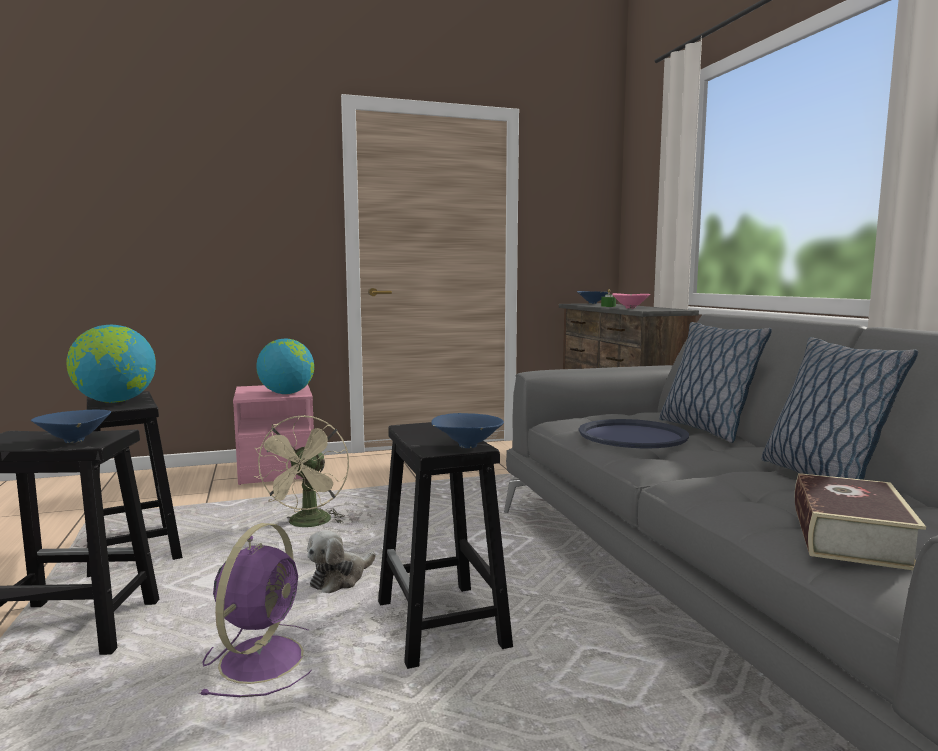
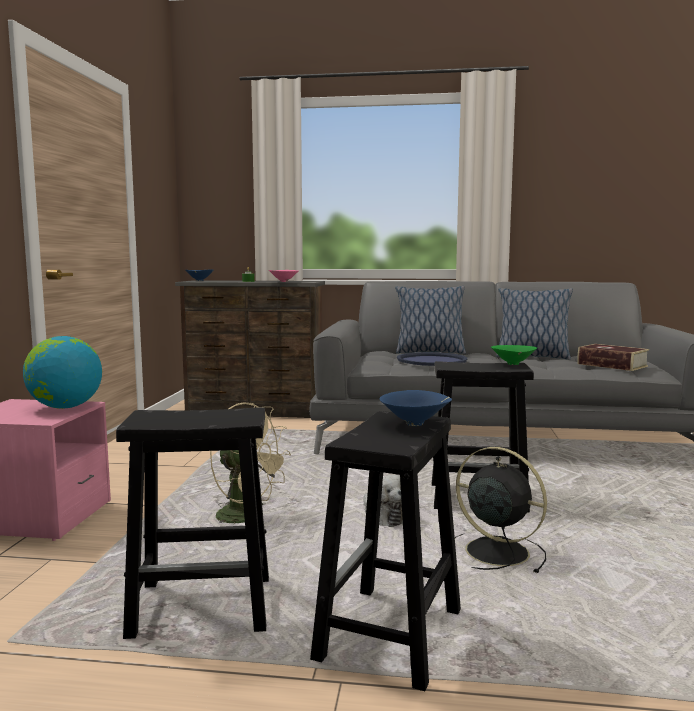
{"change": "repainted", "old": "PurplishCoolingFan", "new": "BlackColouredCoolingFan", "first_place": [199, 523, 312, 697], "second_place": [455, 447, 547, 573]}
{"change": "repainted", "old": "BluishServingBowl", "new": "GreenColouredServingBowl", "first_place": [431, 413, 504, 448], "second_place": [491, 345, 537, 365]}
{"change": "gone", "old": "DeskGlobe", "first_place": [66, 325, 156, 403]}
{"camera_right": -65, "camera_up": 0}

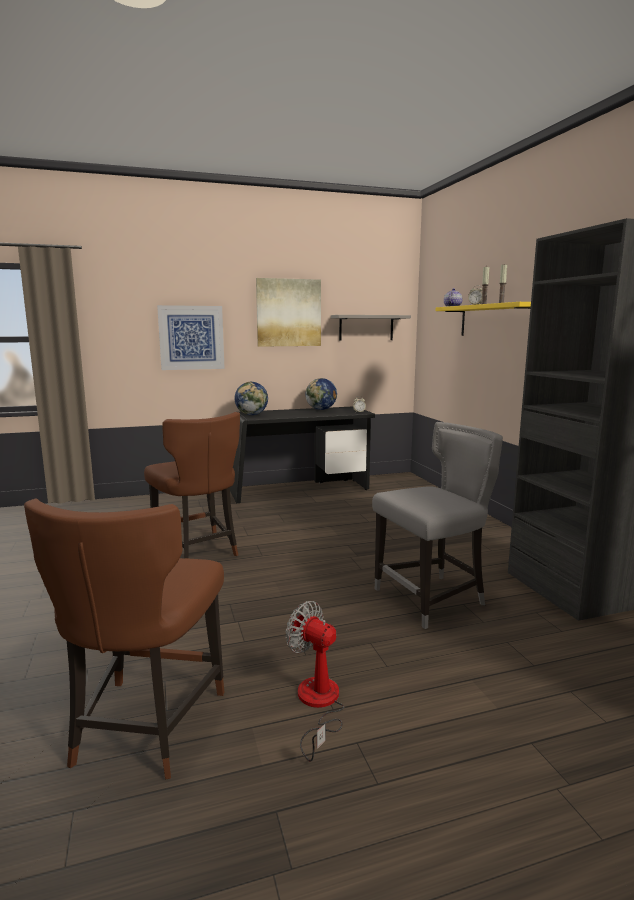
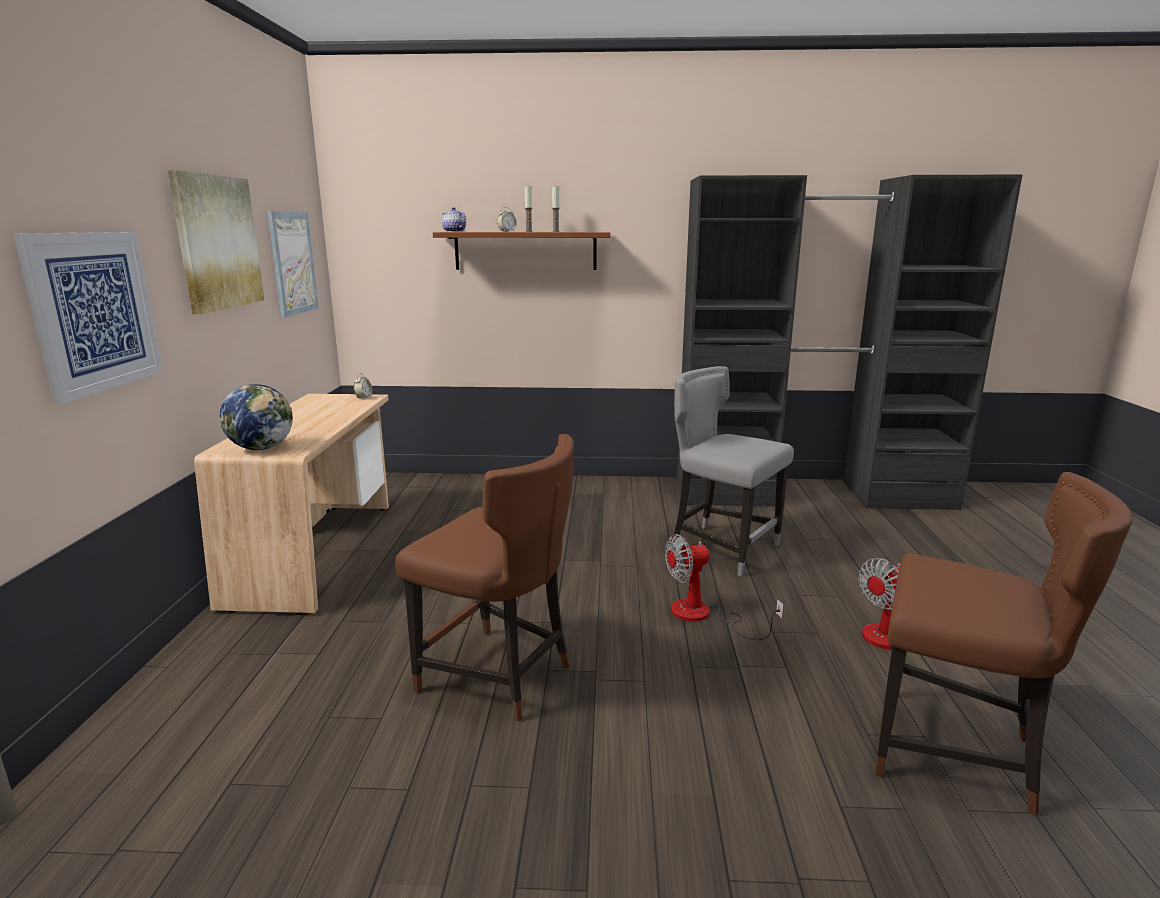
{"change": "repainted", "old": "BlackColouredDeskTable", "new": "BeigeDeskTable", "first_place": [230, 406, 375, 503], "second_place": [194, 394, 389, 615]}
{"change": "swapped", "old": "GreyishWallShelf", "new": "WallPicture", "first_place": [331, 315, 411, 341], "second_place": [267, 211, 319, 318]}
{"change": "rotated", "old": "BrownPlainChair", "first_place": [144, 412, 240, 559], "second_place": [395, 434, 574, 721], "degrees": 45}
{"change": "repainted", "old": "YellowWallShelf", "new": "BrownWallShelf", "first_place": [436, 302, 531, 336], "second_place": [433, 232, 610, 270]}
{"change": "new", "new": "CoolingFan", "second_place": [665, 534, 784, 640]}
{"change": "rotated", "old": "GreyishPlainChair", "first_place": [372, 422, 503, 629], "second_place": [672, 366, 794, 576], "degrees": -45}
{"change": "gone", "old": "DeskGlobe", "first_place": [305, 378, 337, 410]}
{"camera_right": -70, "camera_up": 5}

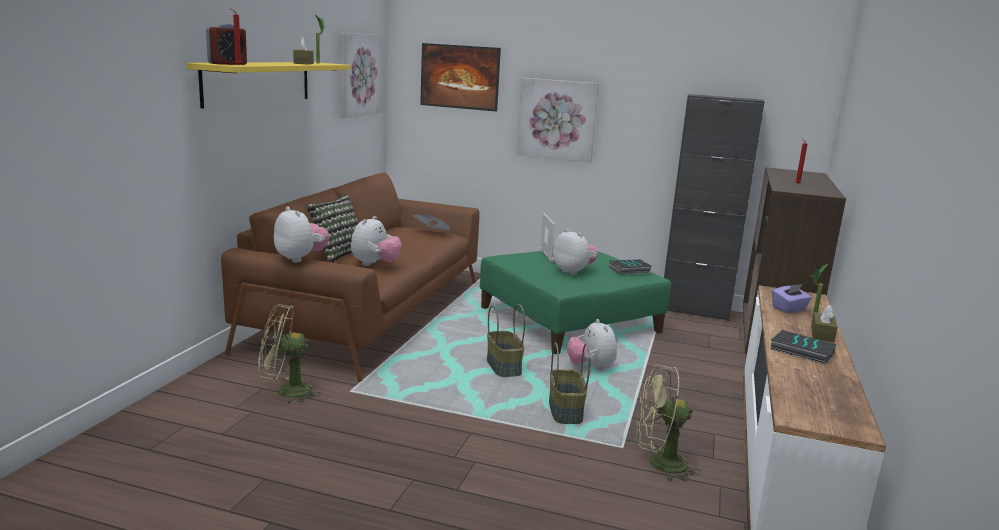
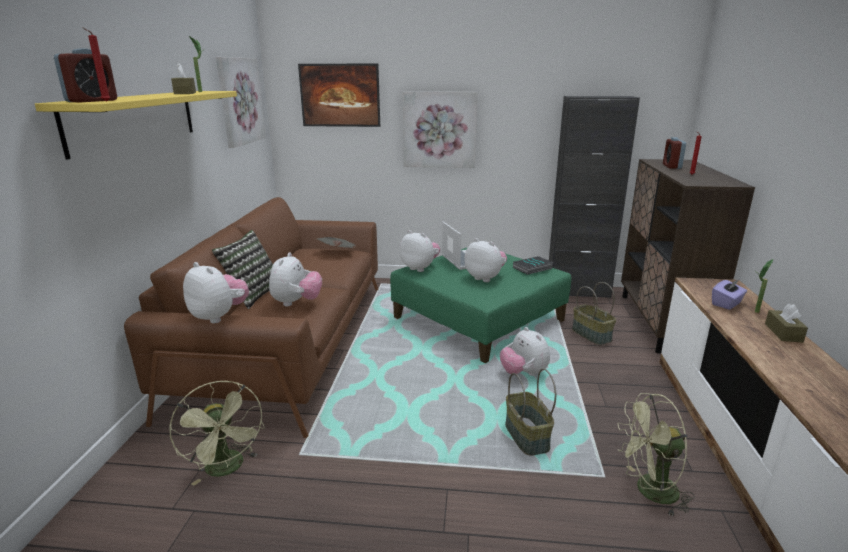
{"change": "rotated", "old": "GreenColouredCoolingFan", "first_place": [259, 304, 321, 404], "second_place": [169, 381, 265, 486], "degrees": -105}
{"change": "new", "new": "SoftToy", "second_place": [399, 230, 440, 272]}
{"change": "shifted", "old": "StorageBasket", "first_place": [487, 304, 525, 377], "second_place": [572, 282, 616, 345]}
{"change": "new", "new": "BedsideClock", "second_place": [663, 137, 686, 169]}
{"change": "gone", "old": "Volume", "first_place": [770, 330, 836, 365]}
{"camera_right": -10, "camera_up": 5}

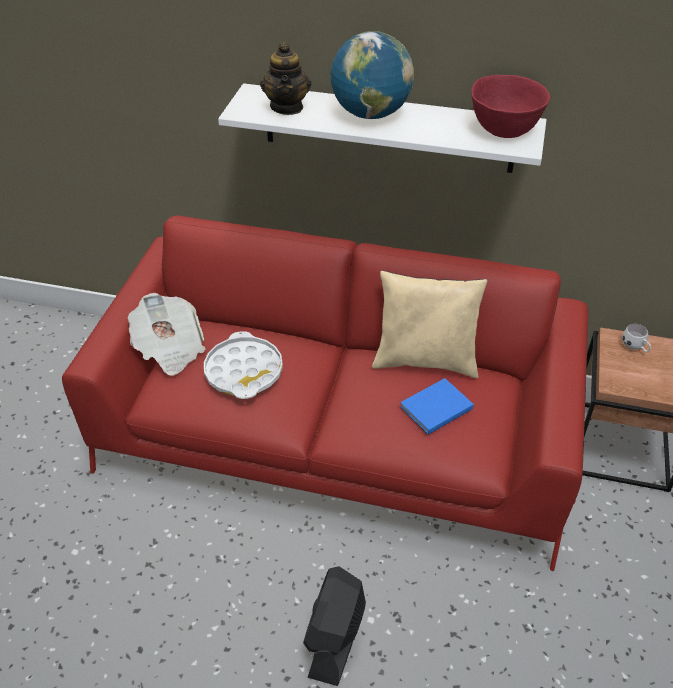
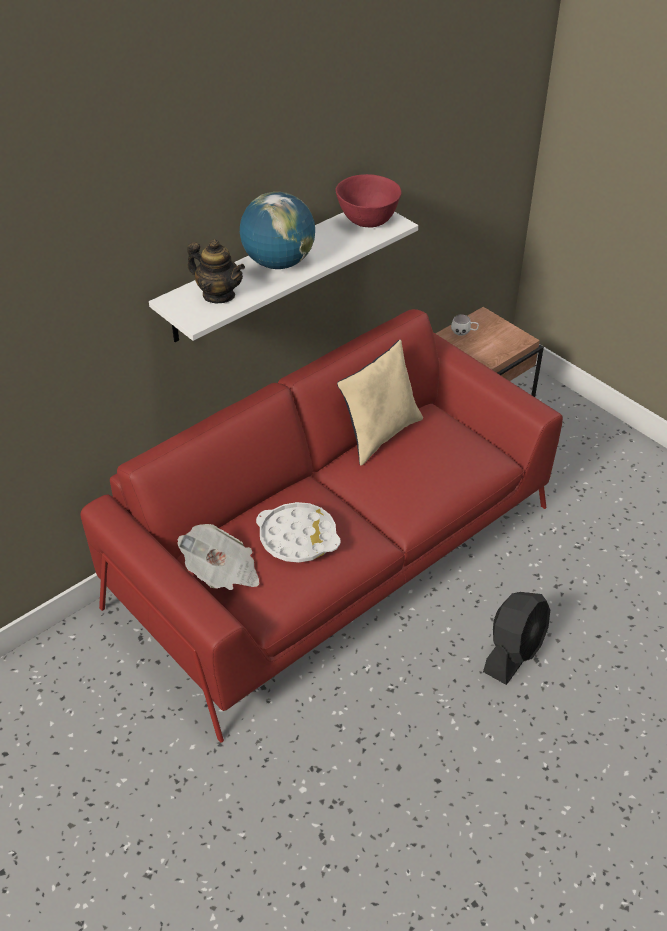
{"change": "rotated", "old": "BlackColouredCoolingFan", "first_place": [303, 566, 366, 686], "second_place": [483, 592, 550, 685], "degrees": -105}
{"change": "gone", "old": "BluishVolume", "first_place": [400, 378, 474, 435]}
{"camera_right": -55, "camera_up": 0}

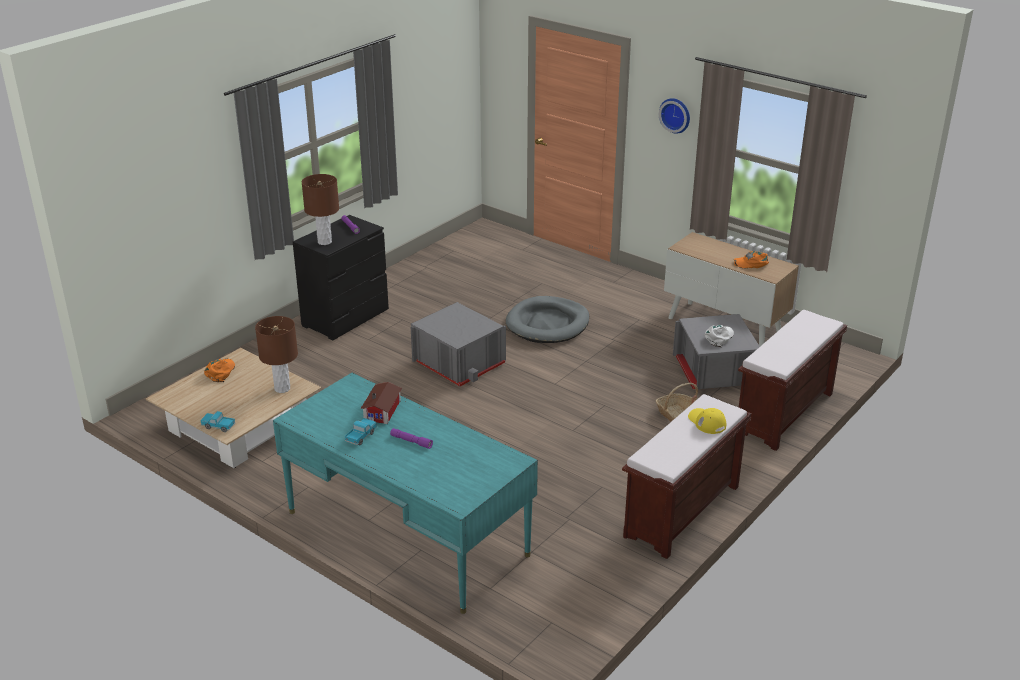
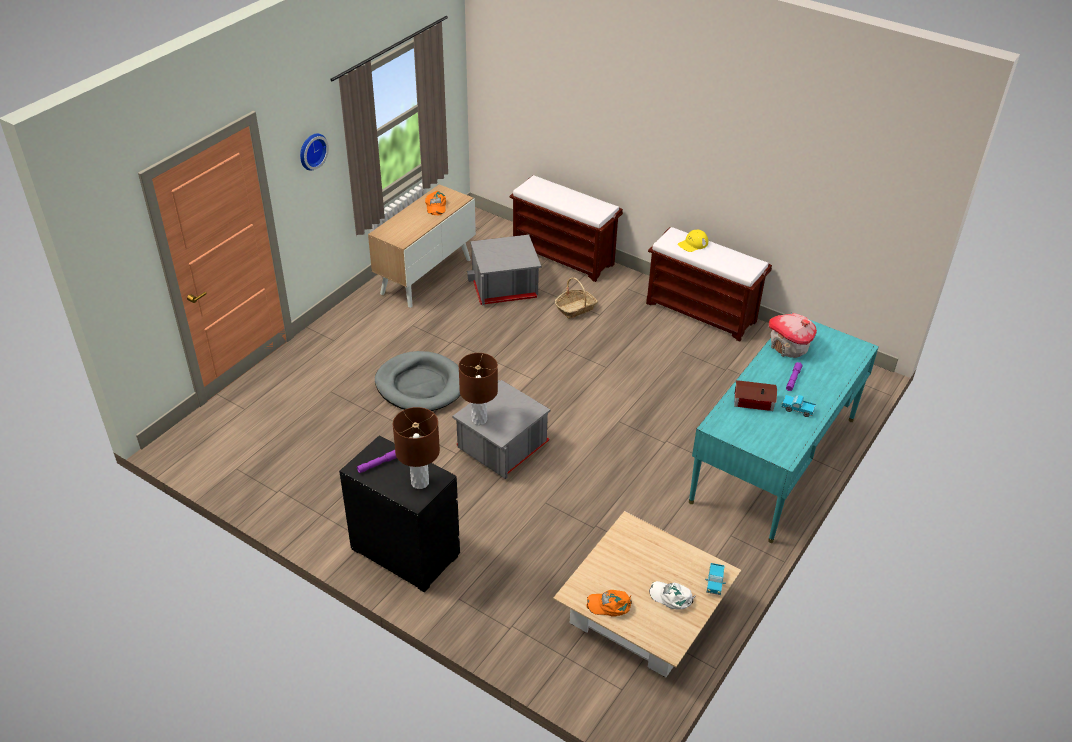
{"change": "shifted", "old": "BrownLampForATable", "first_place": [255, 316, 298, 393], "second_place": [459, 353, 498, 425]}
{"change": "shifted", "old": "WhitePeakedCap", "first_place": [705, 325, 734, 347], "second_place": [649, 581, 696, 610]}
{"change": "new", "new": "ToyHouse", "second_place": [769, 313, 817, 358]}
{"camera_right": -95, "camera_up": 10}

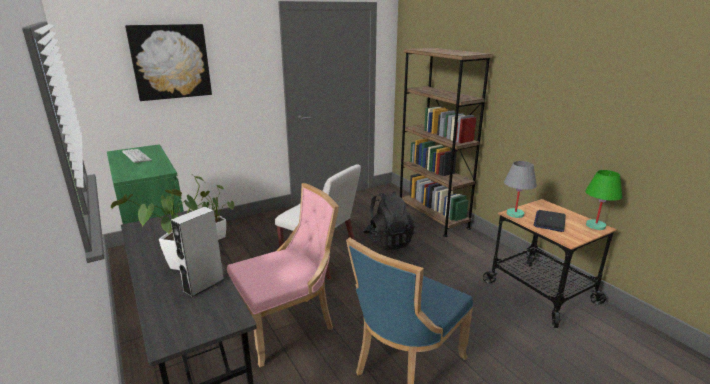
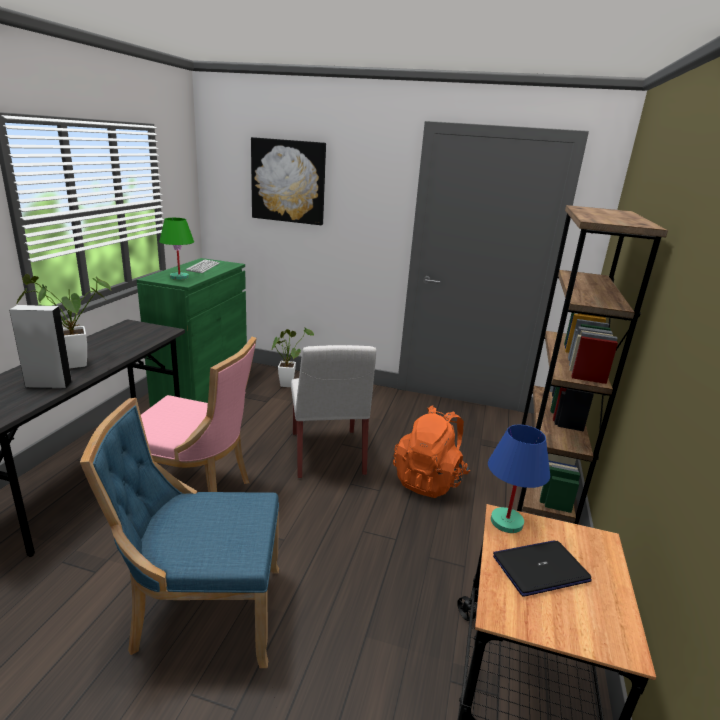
{"change": "shifted", "old": "GreenColouredLampForATable", "first_place": [585, 170, 622, 230], "second_place": [159, 218, 194, 280]}
{"change": "repainted", "old": "BlackColouredBackpack", "new": "OrangeyBackpack", "first_place": [363, 191, 416, 250], "second_place": [393, 405, 470, 498]}
{"change": "repainted", "old": "GreyishLampForATable", "new": "BluishLampForATable", "first_place": [504, 161, 537, 218], "second_place": [488, 425, 550, 533]}
{"camera_right": 45, "camera_up": 0}

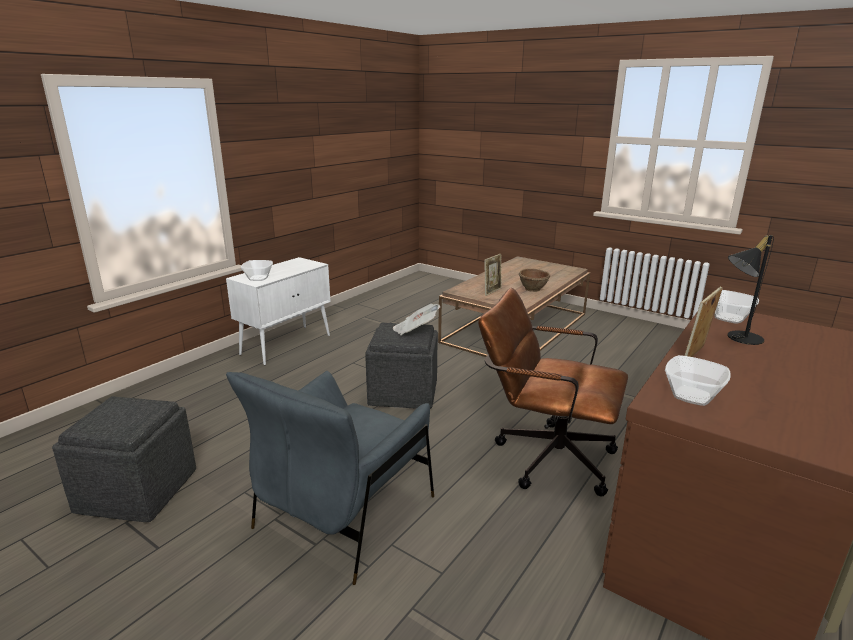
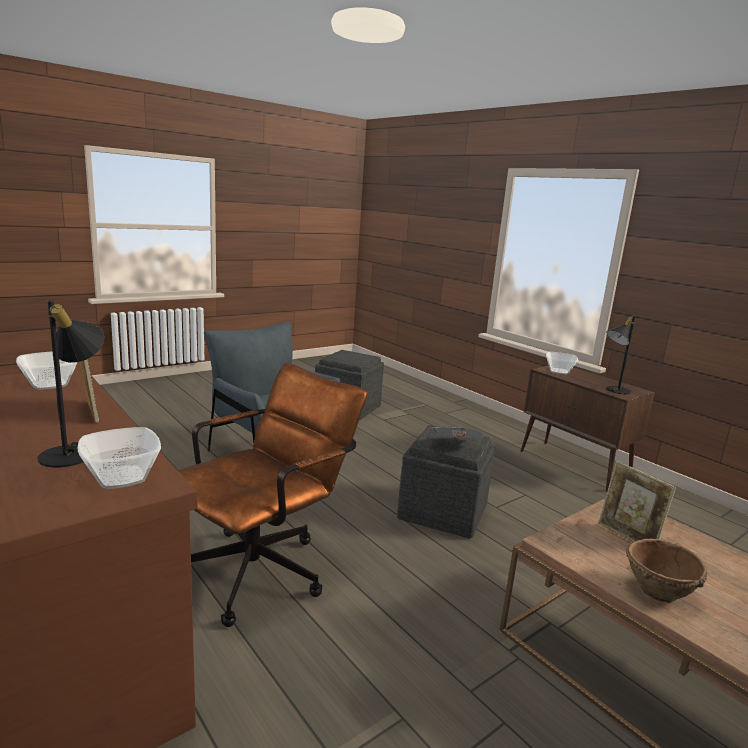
{"change": "repainted", "old": "WhiteCupboard", "new": "BrownCupboard", "first_place": [226, 257, 331, 365], "second_place": [521, 365, 655, 492]}
{"change": "new", "new": "BlackColouredLampForATable", "second_place": [606, 316, 635, 394]}
{"camera_right": 105, "camera_up": -5}

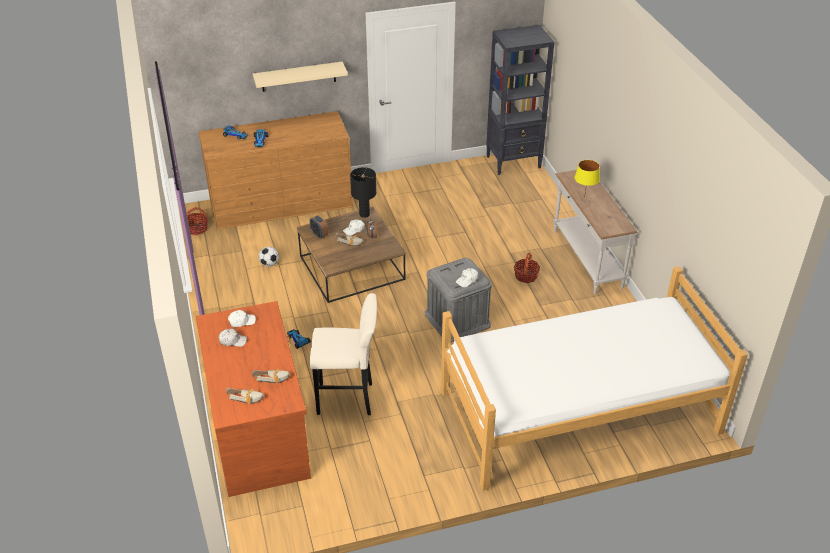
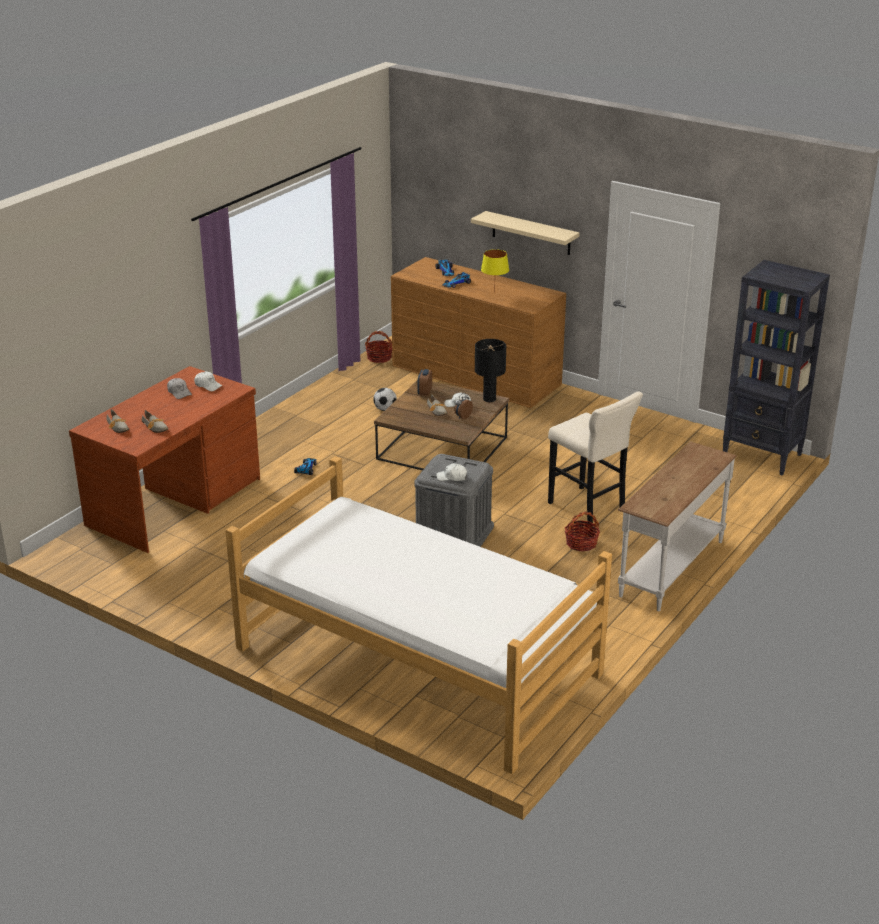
{"change": "shifted", "old": "YellowLampForATable", "first_place": [575, 160, 600, 192], "second_place": [481, 249, 509, 294]}
{"change": "shifted", "old": "BeigeStool", "first_place": [310, 293, 377, 415], "second_place": [548, 391, 643, 527]}
{"camera_right": 50, "camera_up": -10}

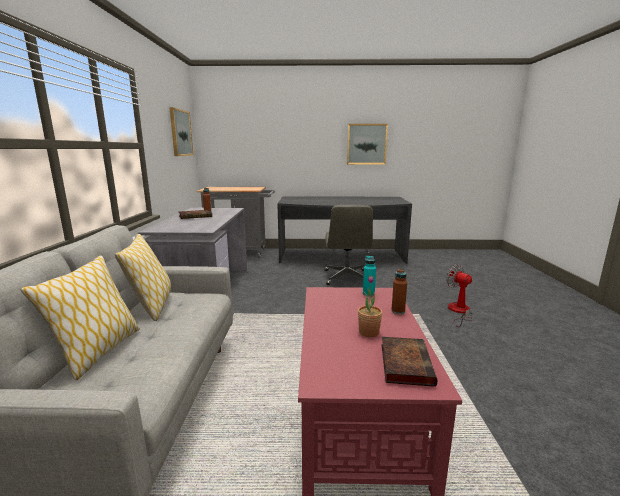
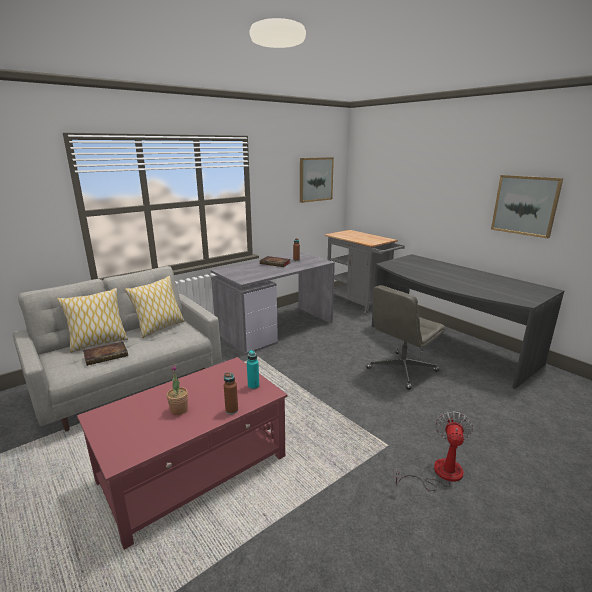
{"change": "shifted", "old": "Volume", "first_place": [382, 337, 438, 387], "second_place": [83, 342, 128, 366]}
{"camera_right": 50, "camera_up": 5}

